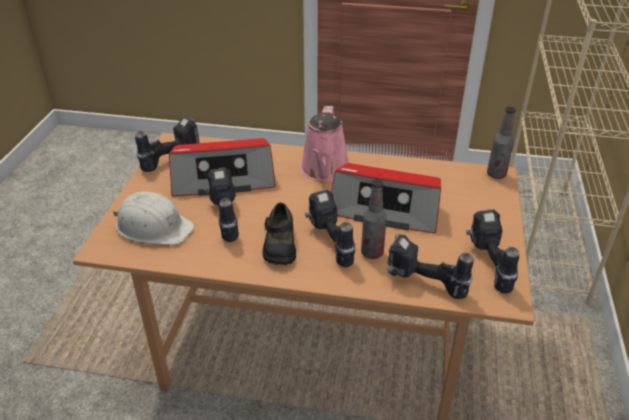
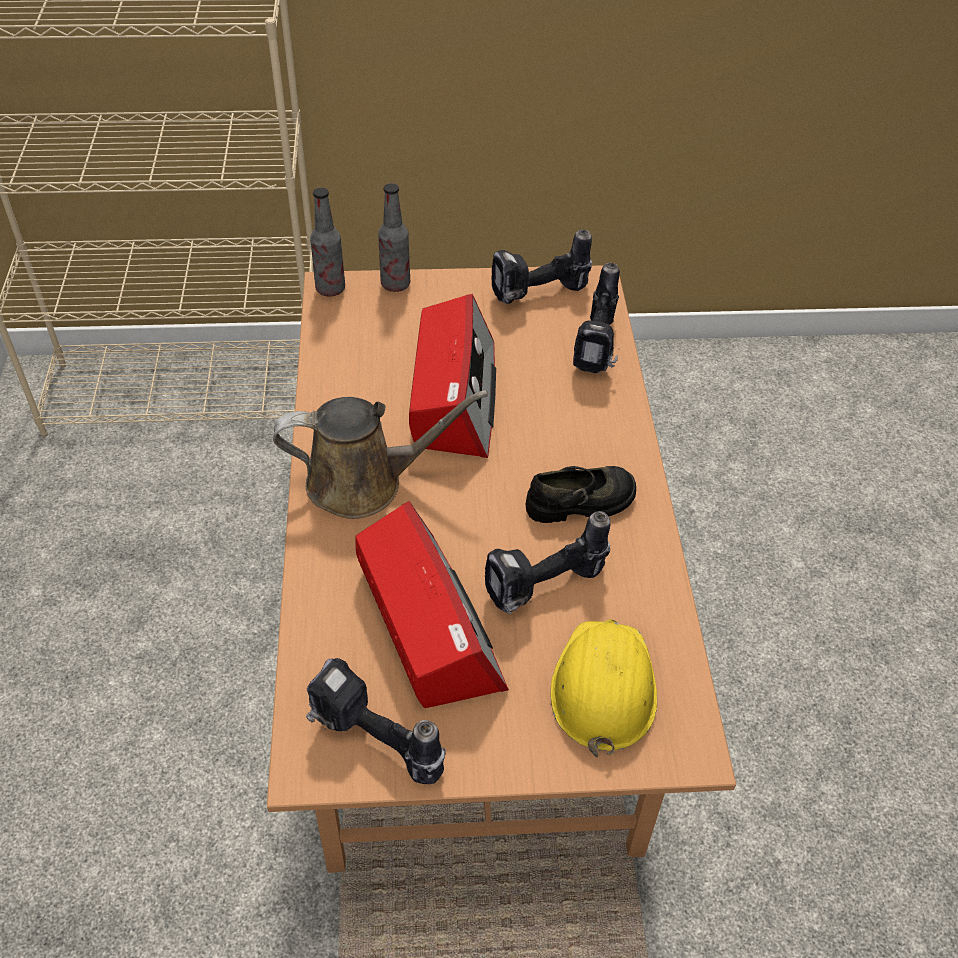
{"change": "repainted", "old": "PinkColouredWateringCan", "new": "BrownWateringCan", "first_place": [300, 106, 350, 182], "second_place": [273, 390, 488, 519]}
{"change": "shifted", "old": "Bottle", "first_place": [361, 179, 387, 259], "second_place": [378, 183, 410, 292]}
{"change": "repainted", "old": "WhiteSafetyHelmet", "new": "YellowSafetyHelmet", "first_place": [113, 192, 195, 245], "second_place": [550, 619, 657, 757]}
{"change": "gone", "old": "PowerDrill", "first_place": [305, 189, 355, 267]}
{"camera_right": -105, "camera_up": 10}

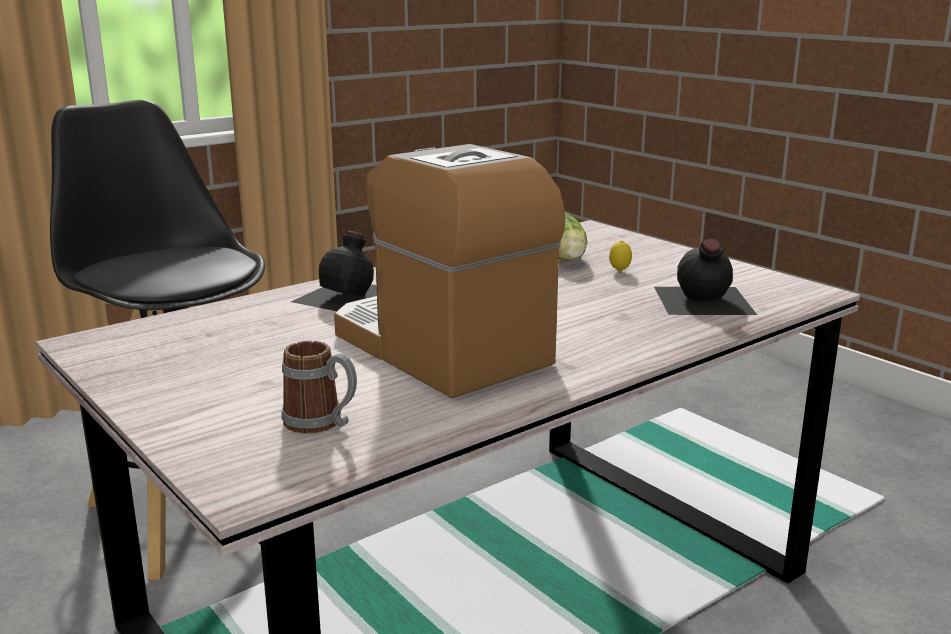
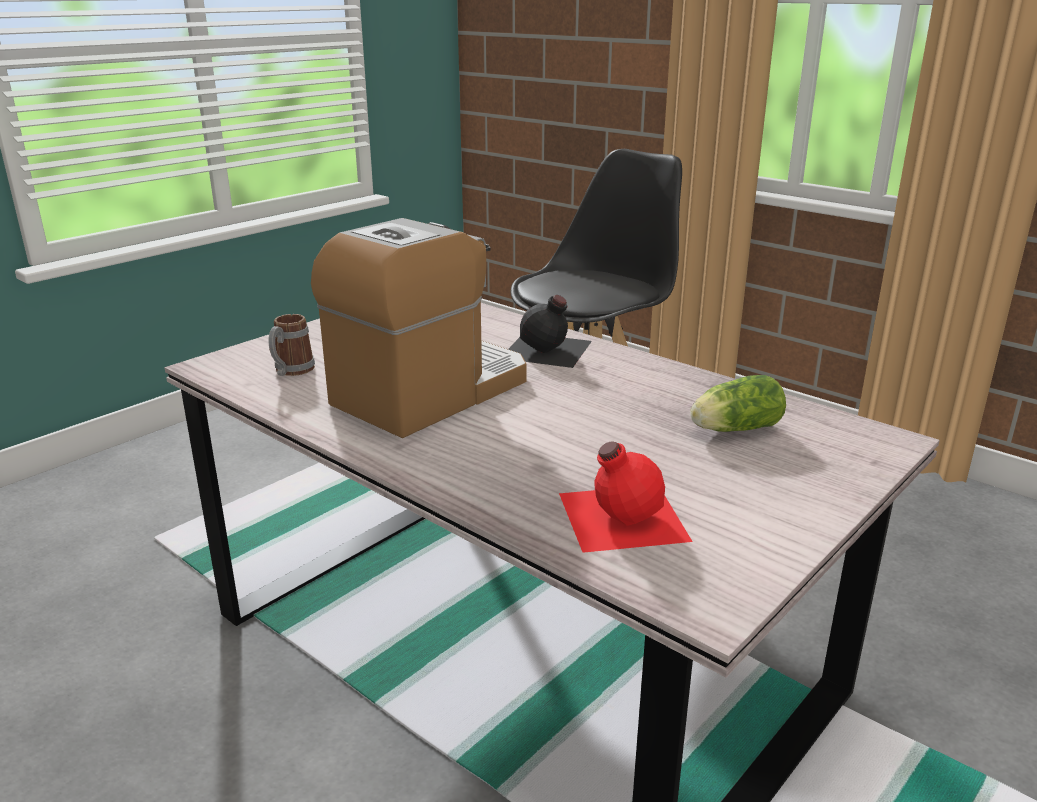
{"change": "repainted", "old": "BlackColouredBottle", "new": "RedColouredBottle", "first_place": [654, 239, 757, 315], "second_place": [559, 442, 693, 553]}
{"change": "gone", "old": "Lemon", "first_place": [609, 240, 632, 272]}
{"camera_right": 80, "camera_up": 5}

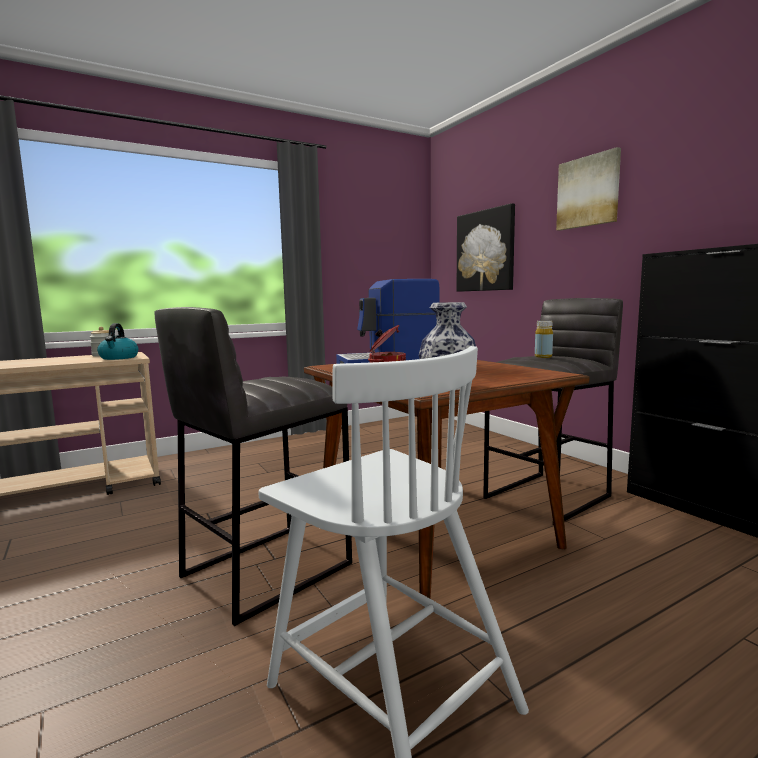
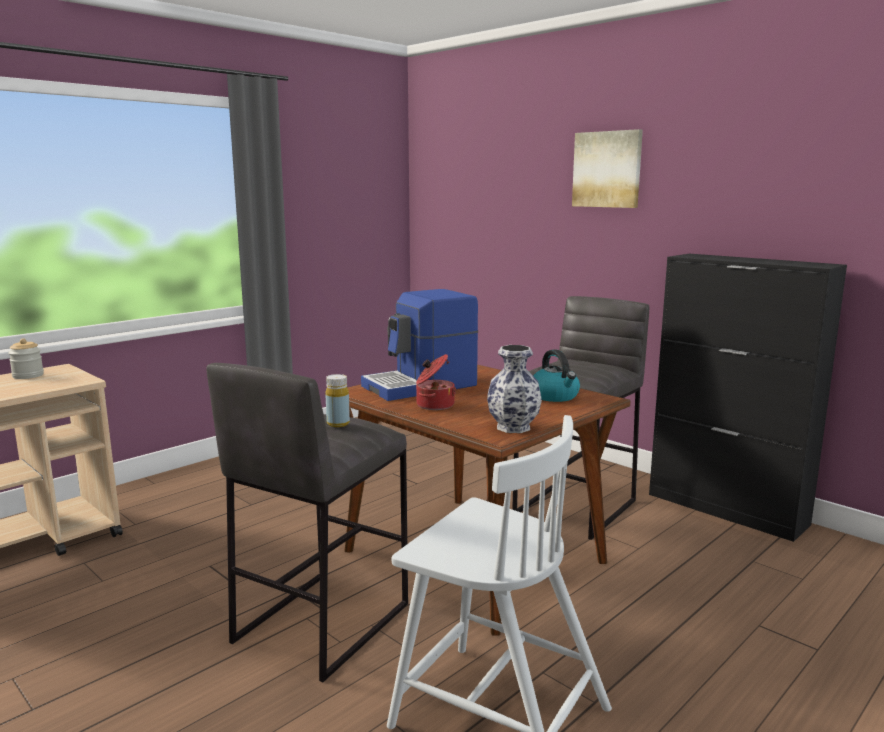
{"change": "shifted", "old": "YellowBottle", "first_place": [535, 321, 553, 358], "second_place": [325, 374, 350, 427]}
{"change": "shifted", "old": "TeaKettle", "first_place": [97, 323, 138, 360], "second_place": [533, 349, 580, 402]}
{"change": "gone", "old": "WallPicture", "first_place": [457, 203, 515, 292]}
{"camera_right": -15, "camera_up": 5}

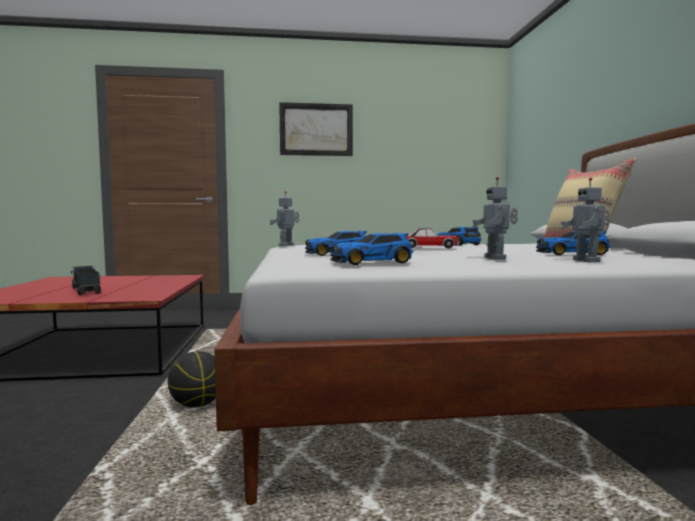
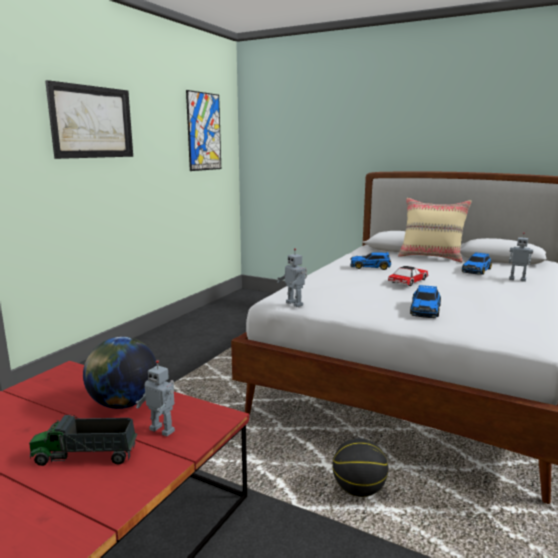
{"change": "new", "new": "DeskGlobe", "second_place": [83, 337, 157, 409]}
{"change": "shifted", "old": "ToyRobot", "first_place": [472, 177, 518, 260], "second_place": [135, 360, 175, 436]}
{"change": "new", "new": "WallPicture", "second_place": [186, 90, 221, 171]}
{"change": "gone", "old": "ToyCar", "first_place": [330, 232, 413, 265]}
{"camera_right": -55, "camera_up": 10}

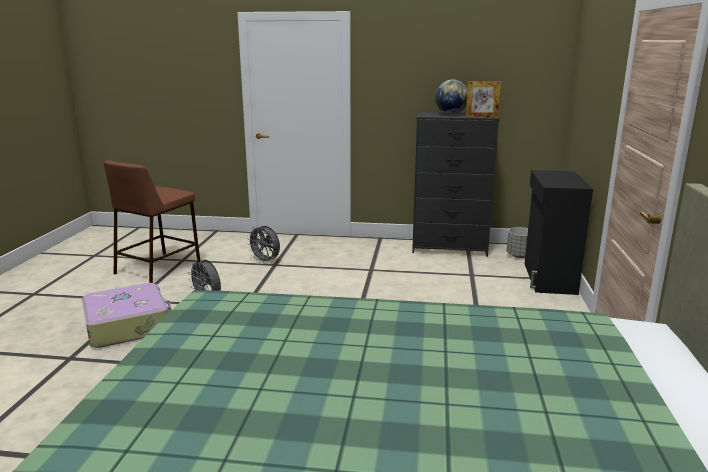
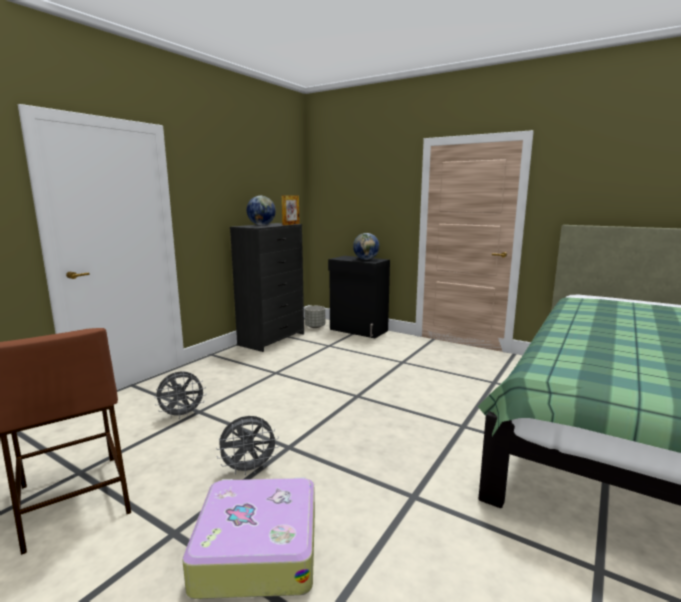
{"change": "new", "new": "DeskGlobe", "second_place": [353, 233, 380, 260]}
{"camera_right": -65, "camera_up": -5}

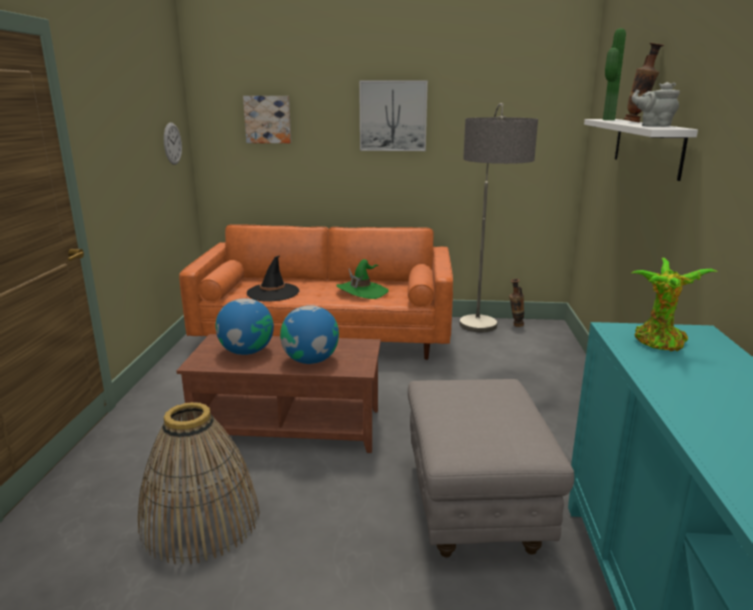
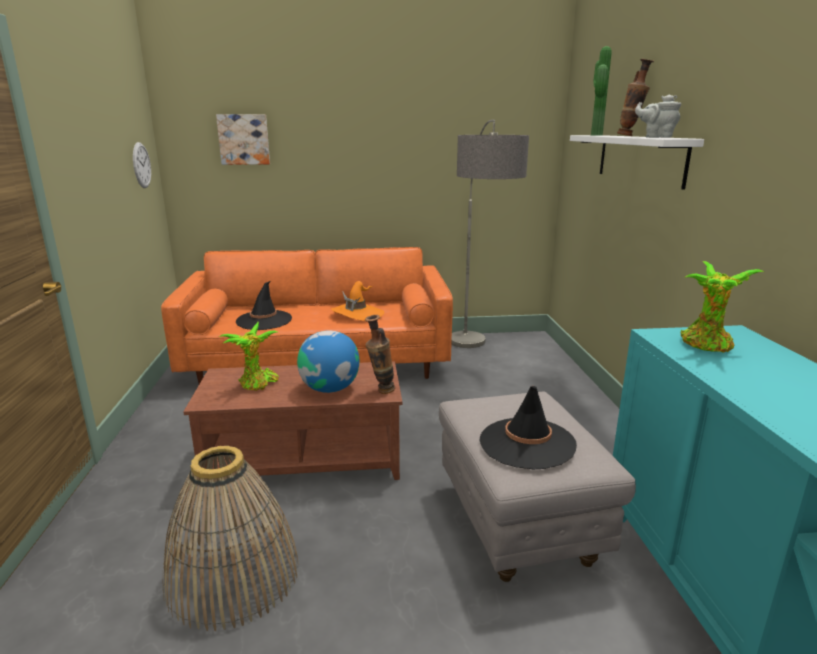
{"change": "swapped", "old": "DeskGlobe", "new": "Houseplant", "first_place": [215, 298, 274, 355], "second_place": [219, 322, 279, 391]}
{"change": "repainted", "old": "GreenColouredClothingHat", "new": "OrangeyClothingHat", "first_place": [336, 259, 389, 299], "second_place": [331, 281, 384, 321]}
{"change": "shifted", "old": "FlowerVase", "first_place": [509, 279, 524, 327], "second_place": [365, 315, 395, 394]}
{"change": "new", "new": "BlackColouredClothingHat", "second_place": [479, 386, 577, 469]}
{"change": "gone", "old": "WallPicture", "first_place": [359, 80, 428, 151]}
{"camera_right": -10, "camera_up": 0}

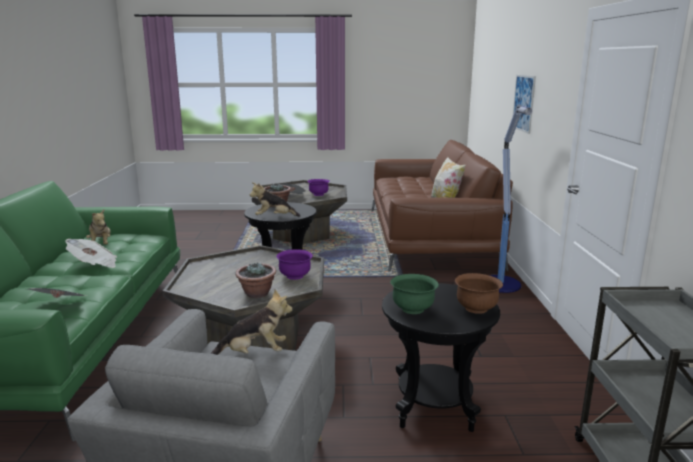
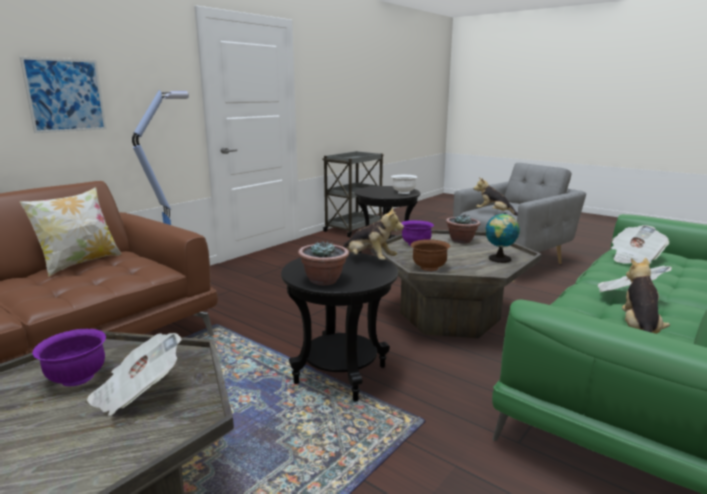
{"change": "repainted", "old": "GreenColouredServingBowl", "new": "WhiteServingBowl", "first_place": [390, 274, 439, 314], "second_place": [391, 175, 417, 194]}
{"change": "shifted", "old": "BrownServingBowl", "first_place": [455, 273, 503, 314], "second_place": [411, 239, 450, 271]}
{"change": "new", "new": "DeskGlobe", "second_place": [485, 213, 520, 263]}
{"camera_right": -140, "camera_up": 0}

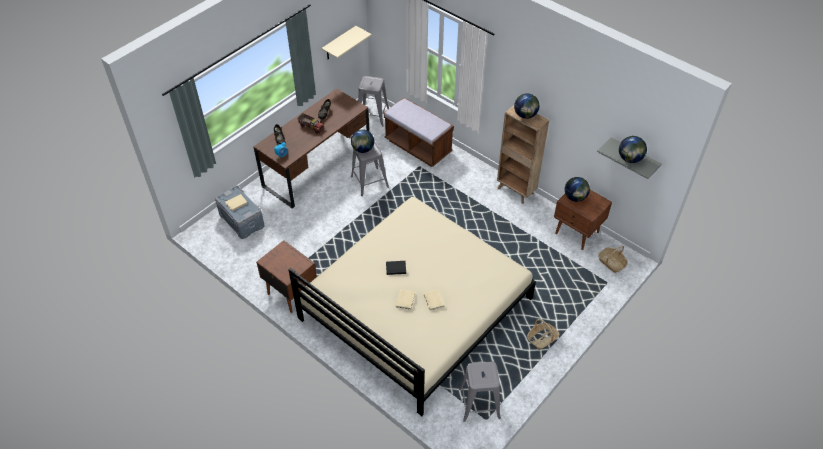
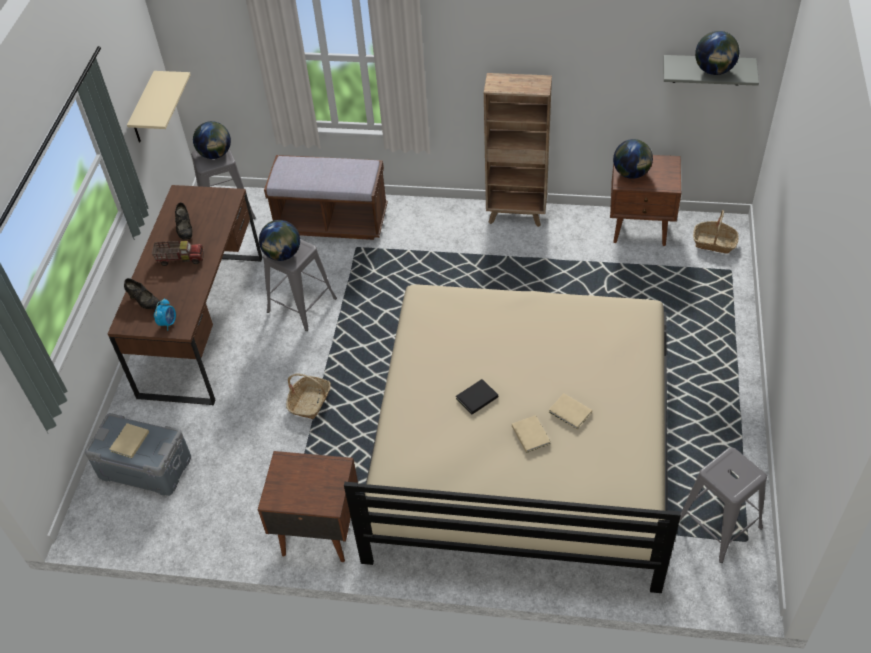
{"change": "shifted", "old": "DeskGlobe", "first_place": [514, 93, 539, 119], "second_place": [193, 121, 231, 159]}
{"change": "shifted", "old": "StorageBasket", "first_place": [527, 319, 560, 350], "second_place": [286, 373, 331, 419]}
{"camera_right": -30, "camera_up": 0}

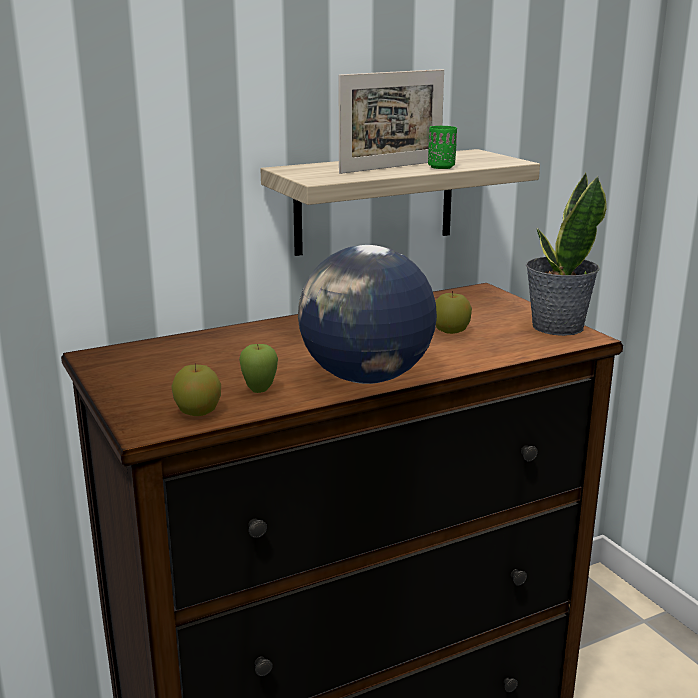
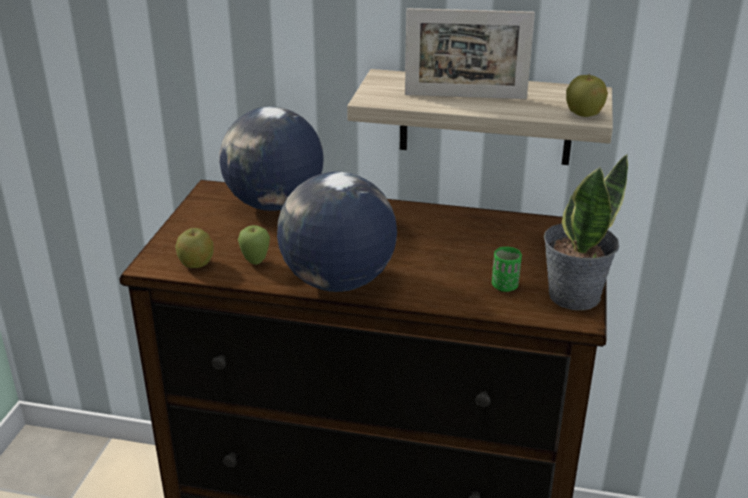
{"change": "new", "new": "DeskGlobe", "second_place": [219, 107, 323, 211]}
{"change": "shifted", "old": "GreenColouredCup", "first_place": [428, 126, 457, 169], "second_place": [492, 247, 522, 292]}
{"change": "shifted", "old": "WholeApple", "first_place": [435, 291, 472, 334], "second_place": [566, 75, 608, 117]}
{"camera_right": 40, "camera_up": 10}

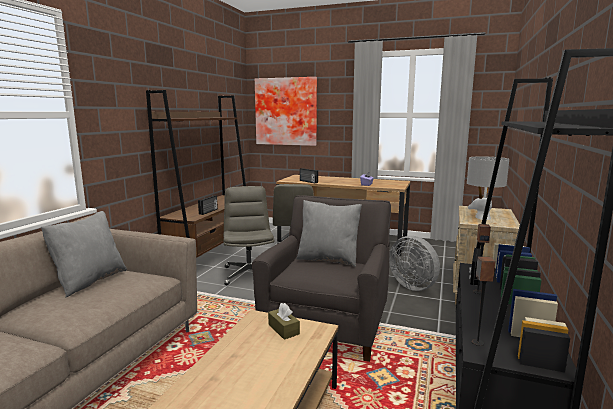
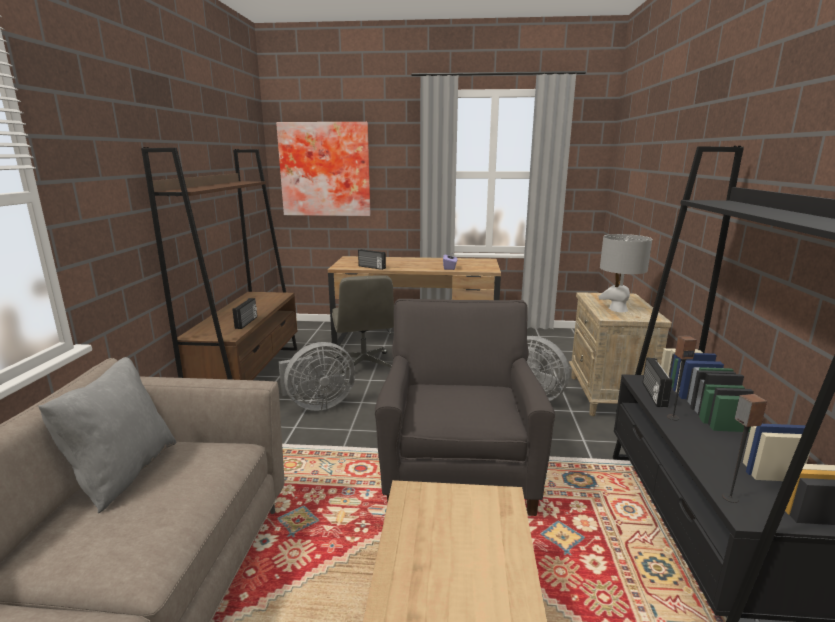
{"change": "swapped", "old": "GreyishComputerChair", "new": "GreyishCoolingFan", "first_place": [224, 186, 275, 285], "second_place": [279, 342, 355, 411]}
{"change": "gone", "old": "BrownBoxOfTissues", "first_place": [268, 303, 300, 340]}
{"change": "gone", "old": "GreyishPillow", "first_place": [296, 200, 362, 267]}
{"camera_right": -15, "camera_up": 5}

